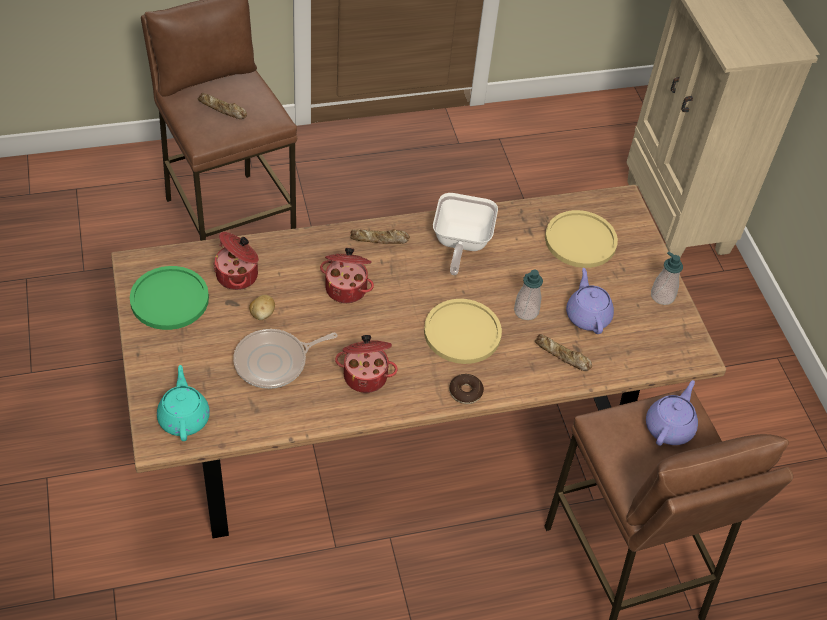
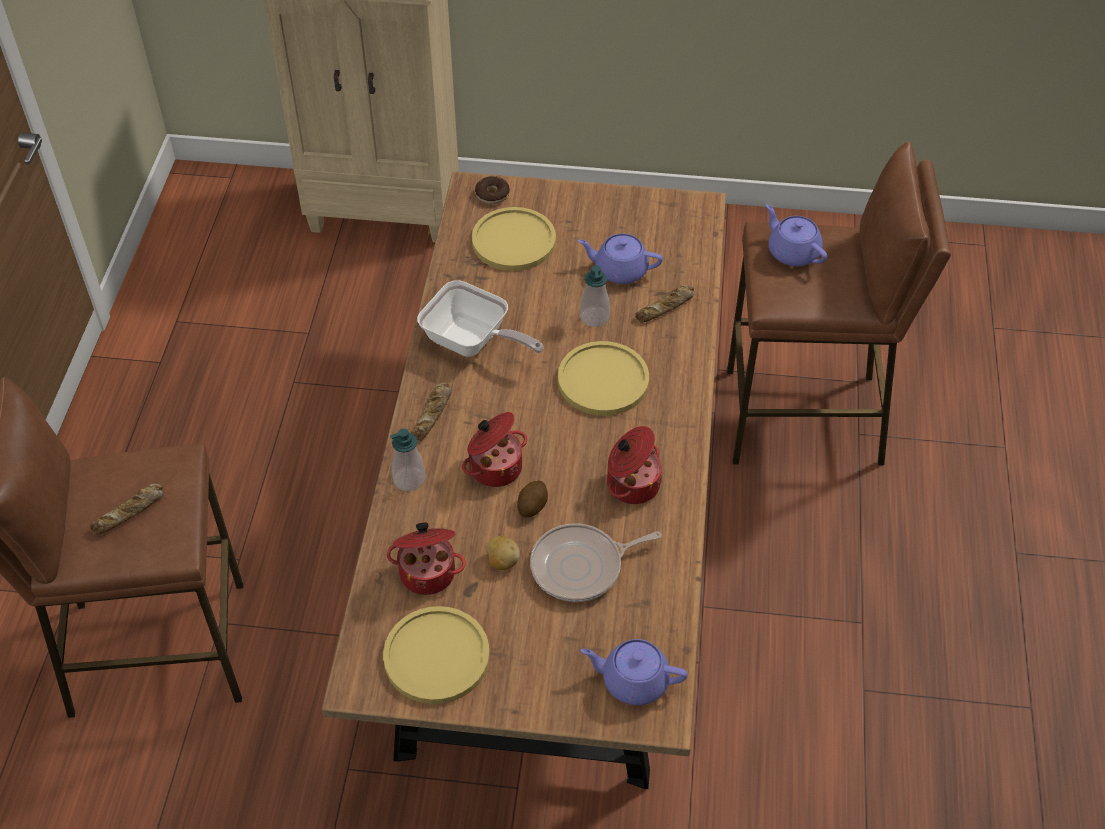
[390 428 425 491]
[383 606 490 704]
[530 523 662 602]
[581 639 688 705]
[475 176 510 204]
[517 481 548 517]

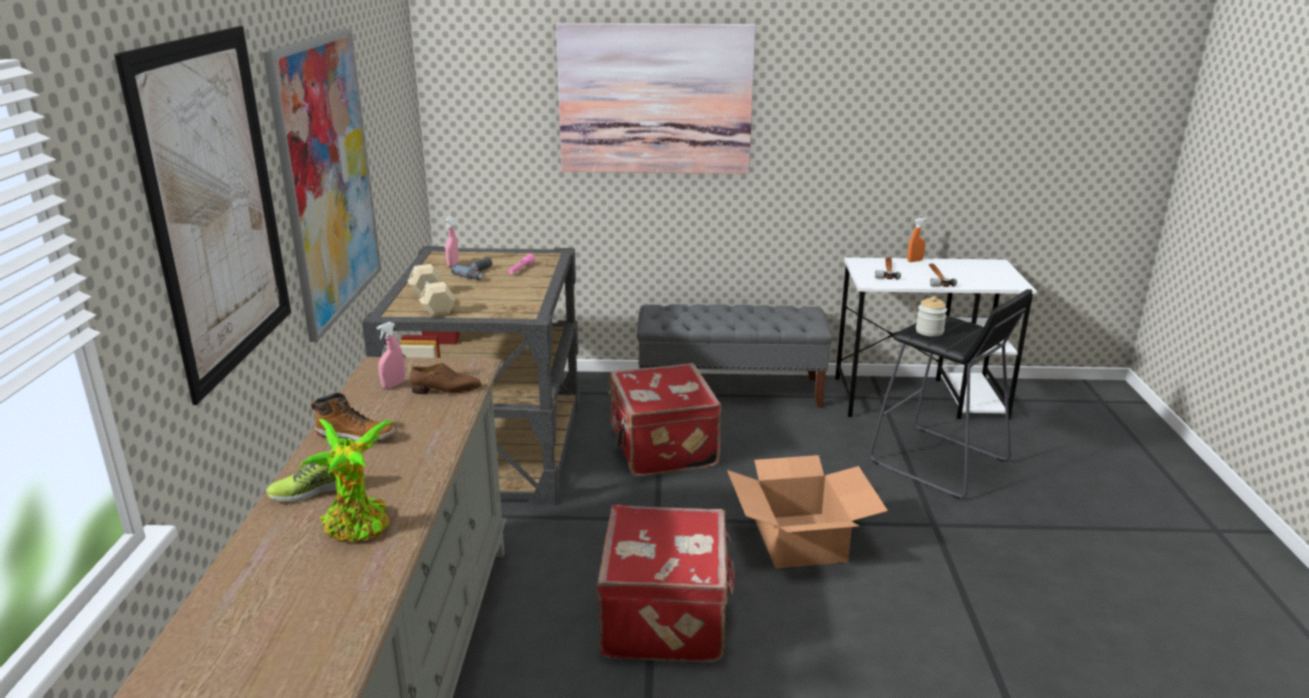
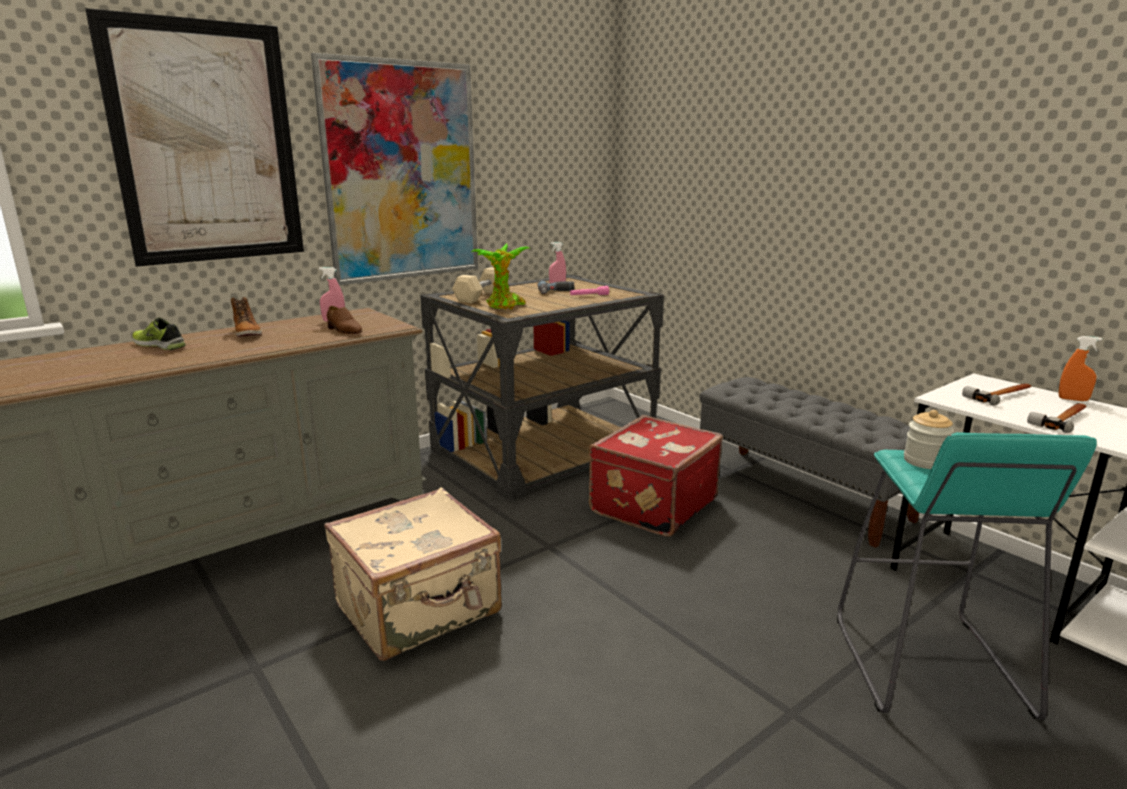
[556 23 756 174] (first image)
[837 432 1097 720]
[471 243 529 310]
[727 455 888 569] (first image)
[324 487 502 661]

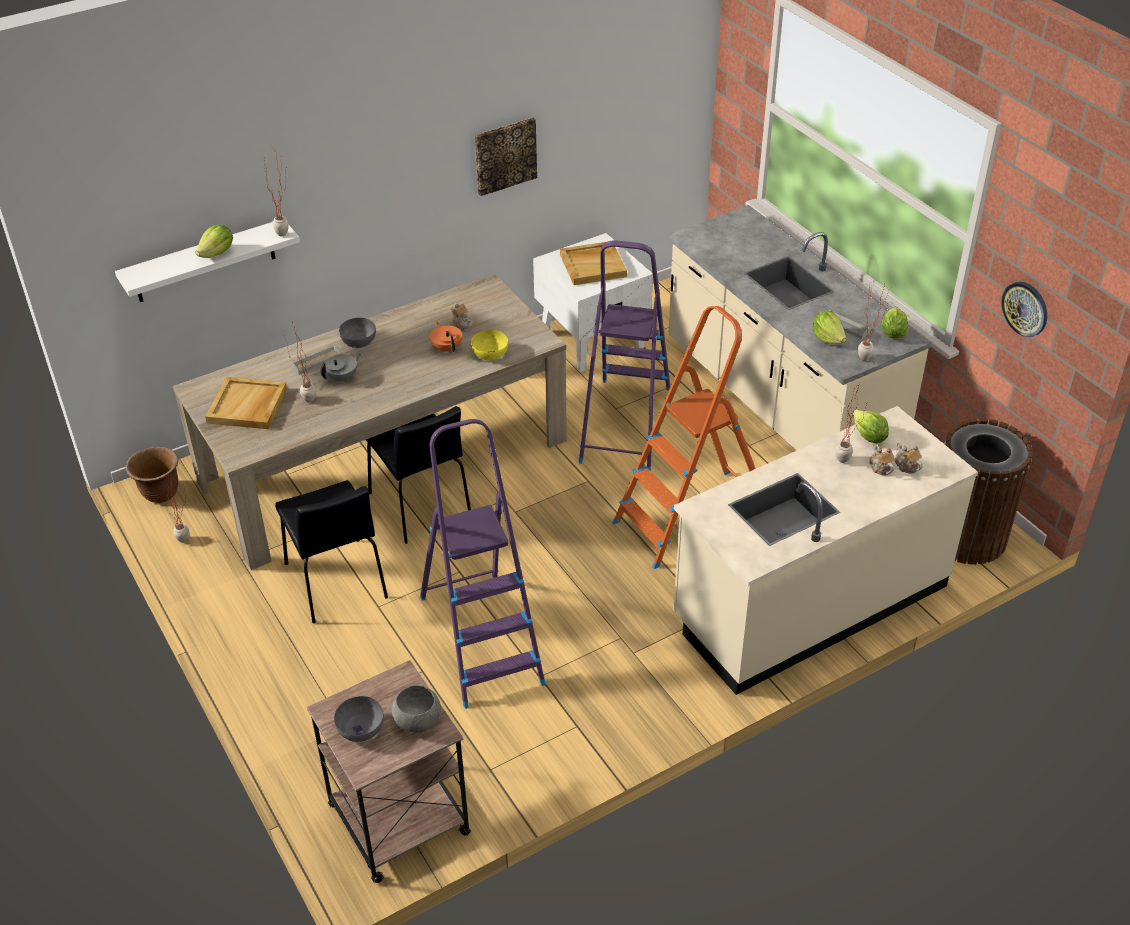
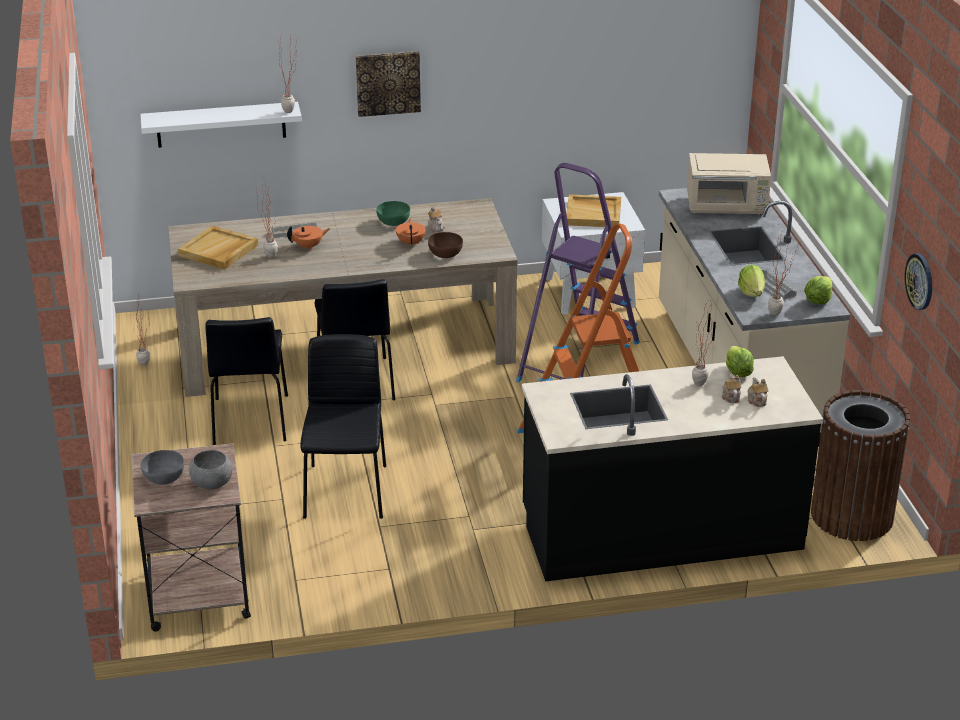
[356 51 421 117]
[196 225 233 258] (first image)
[339 318 376 348] (first image)
[428 232 463 258]
[287 226 330 250]
[522 356 823 582]
[300 334 386 519]
[126 446 178 503] (first image)
[687 153 771 215]
[376 201 410 226]

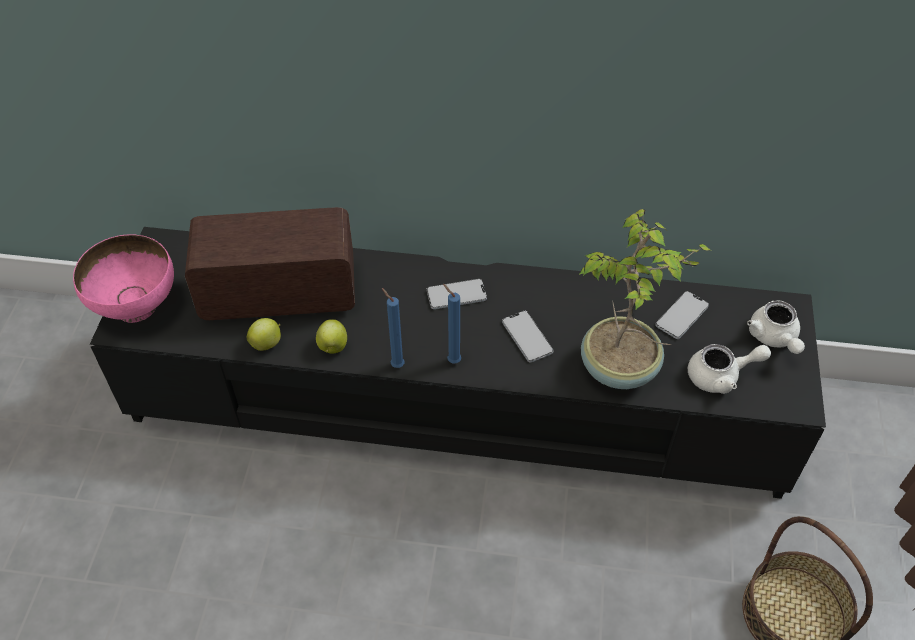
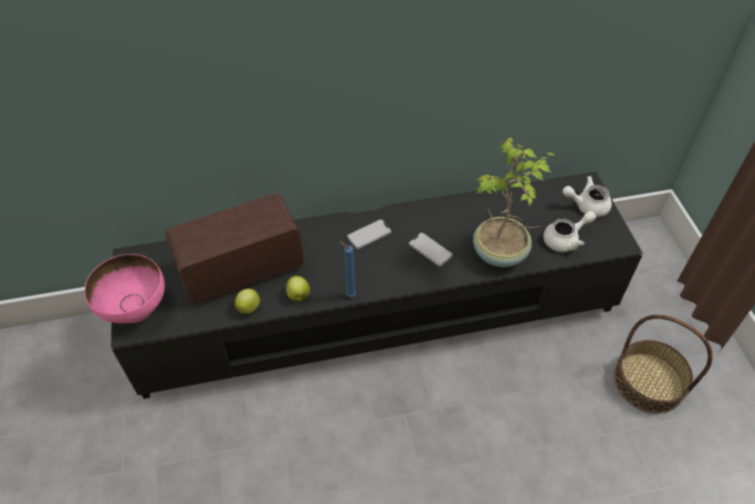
[443 284 461 364] (first image)
[655 291 709 339] (first image)
[562 176 612 217]

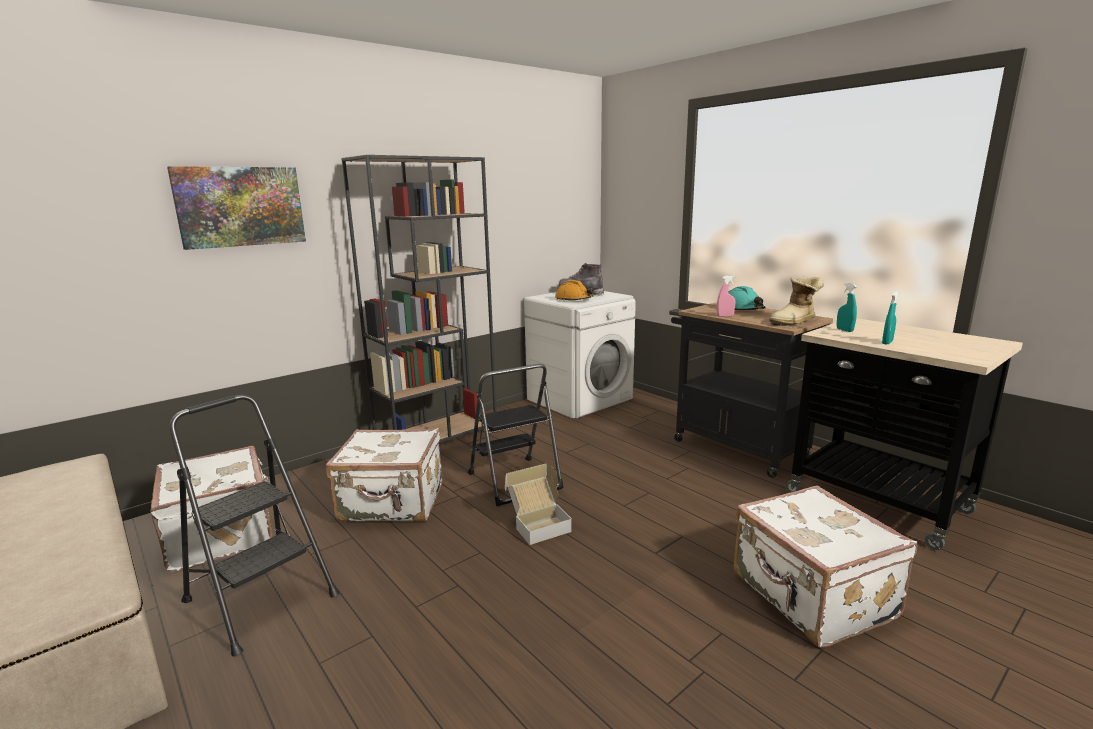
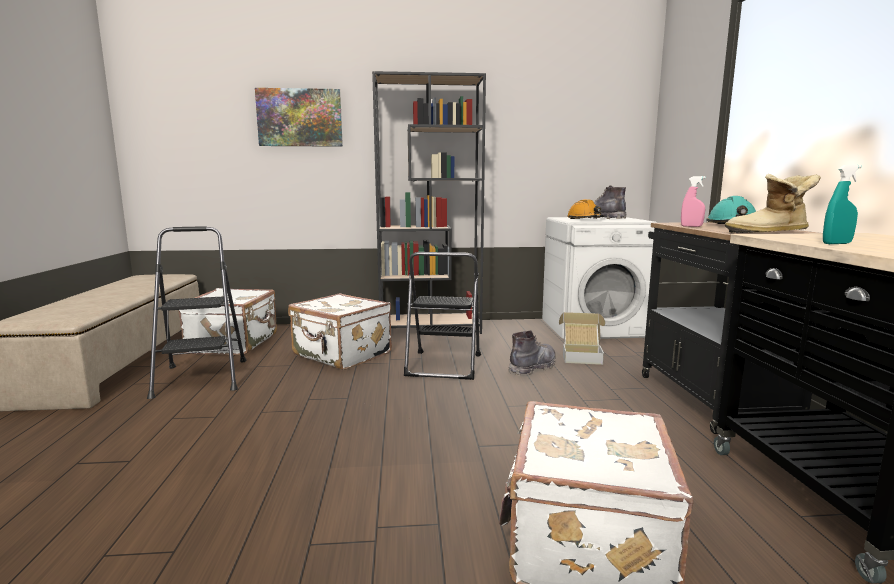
[837 283 857 332] (first image)
[559 312 605 365]
[508 330 555 376]

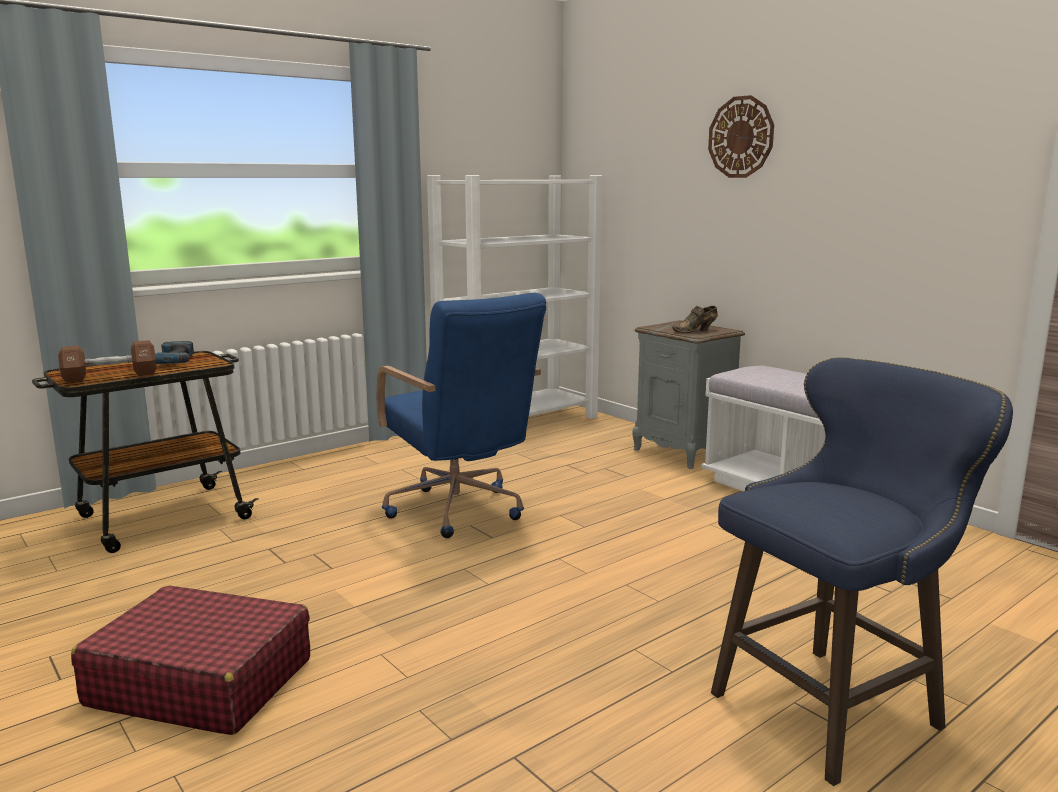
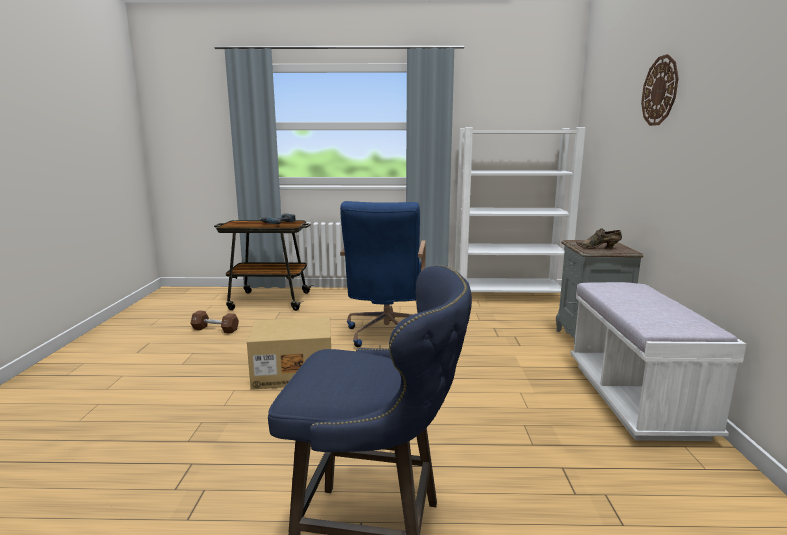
[190 310 239 333]
[71 585 310 735] (first image)
[247 317 331 390]

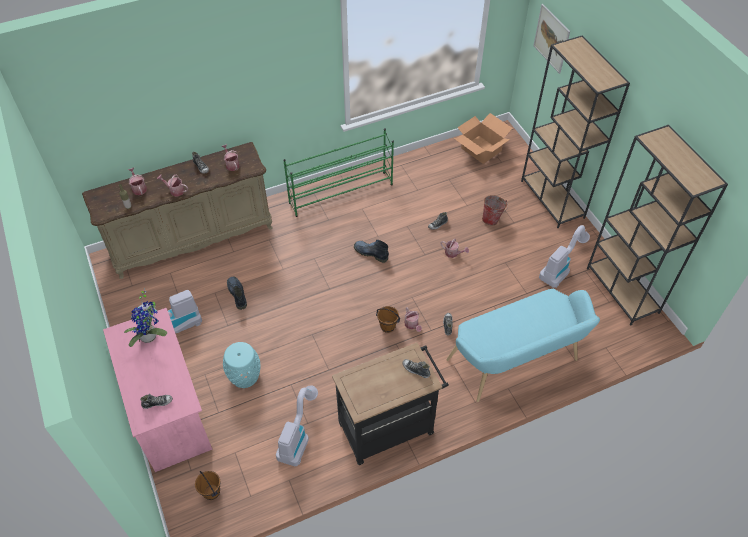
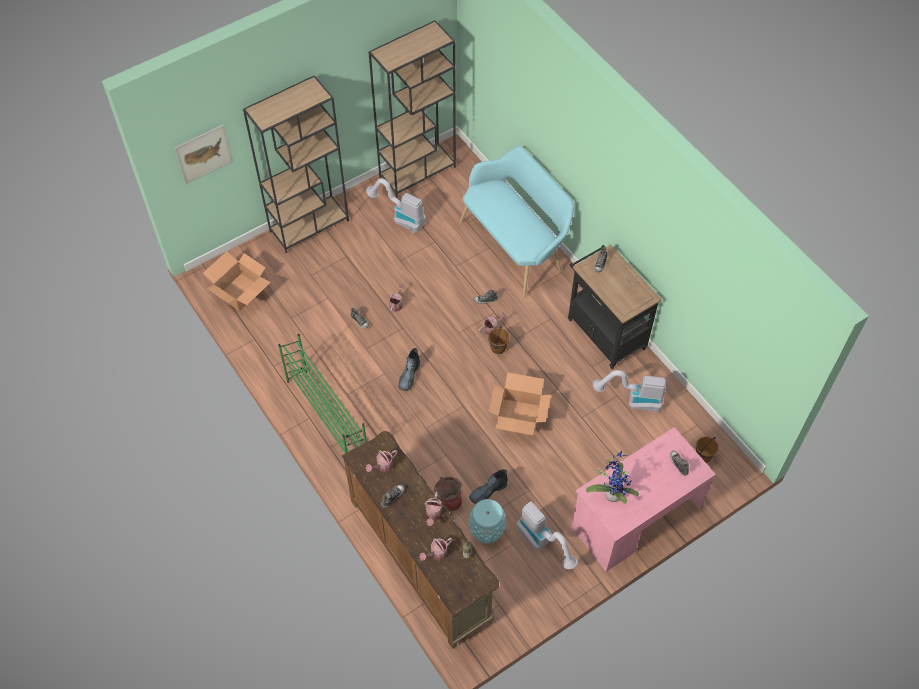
[434 476 463 511]
[469 499 506 544]
[488 372 551 435]

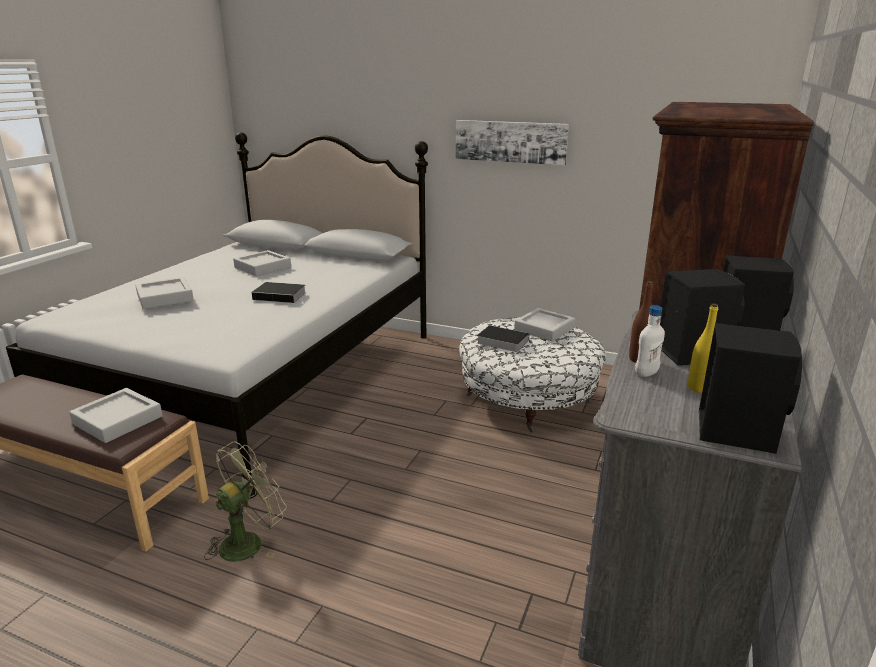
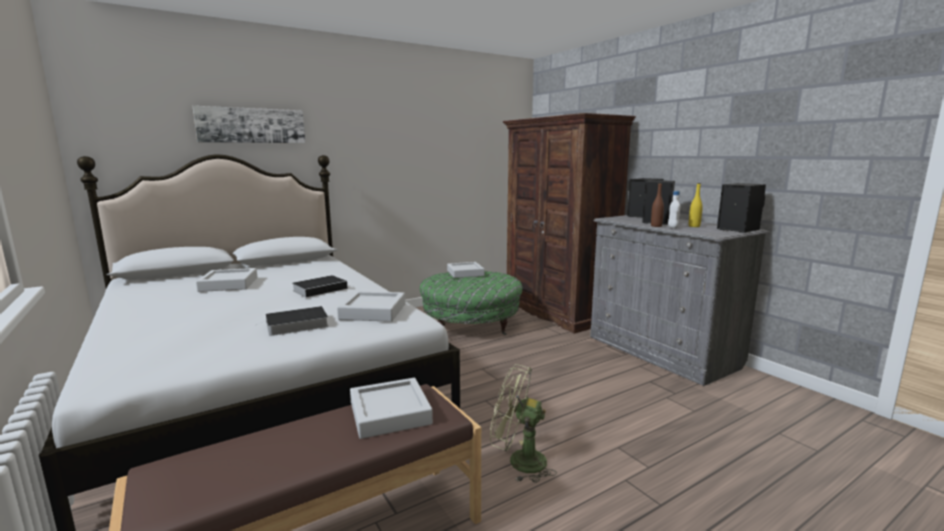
[193 106 305 143]
[337 291 405 322]
[420 271 522 335]
[257 306 329 336]
[490 364 557 483]

